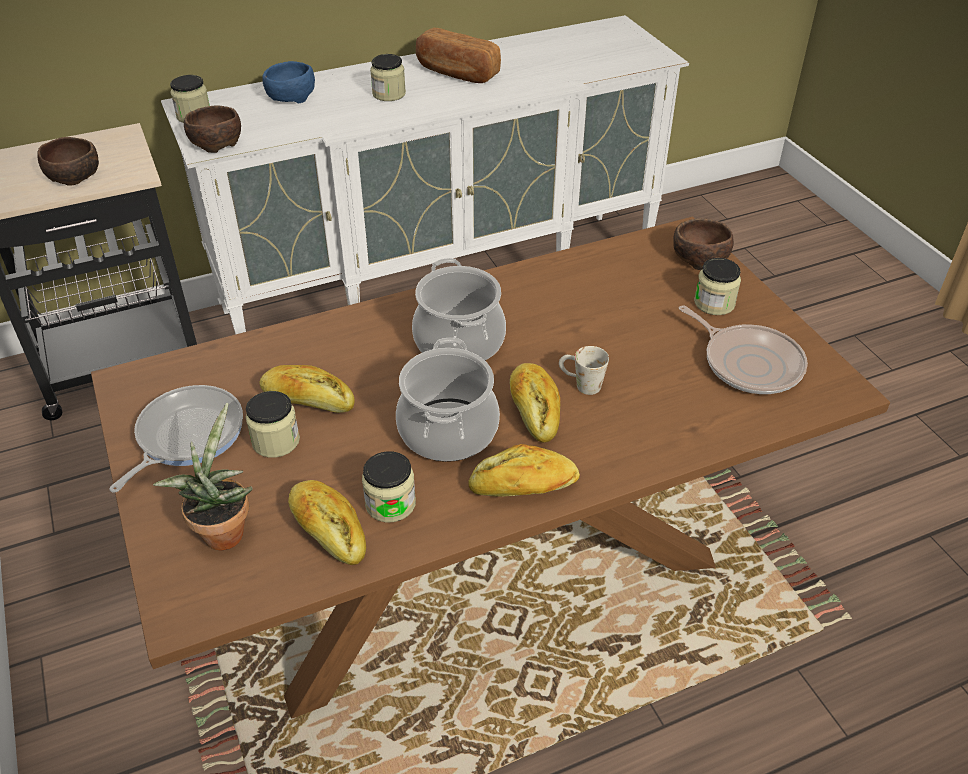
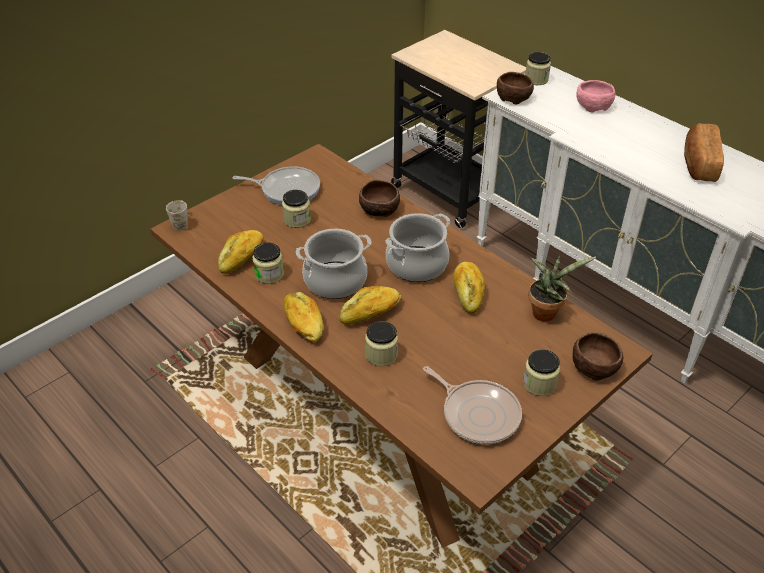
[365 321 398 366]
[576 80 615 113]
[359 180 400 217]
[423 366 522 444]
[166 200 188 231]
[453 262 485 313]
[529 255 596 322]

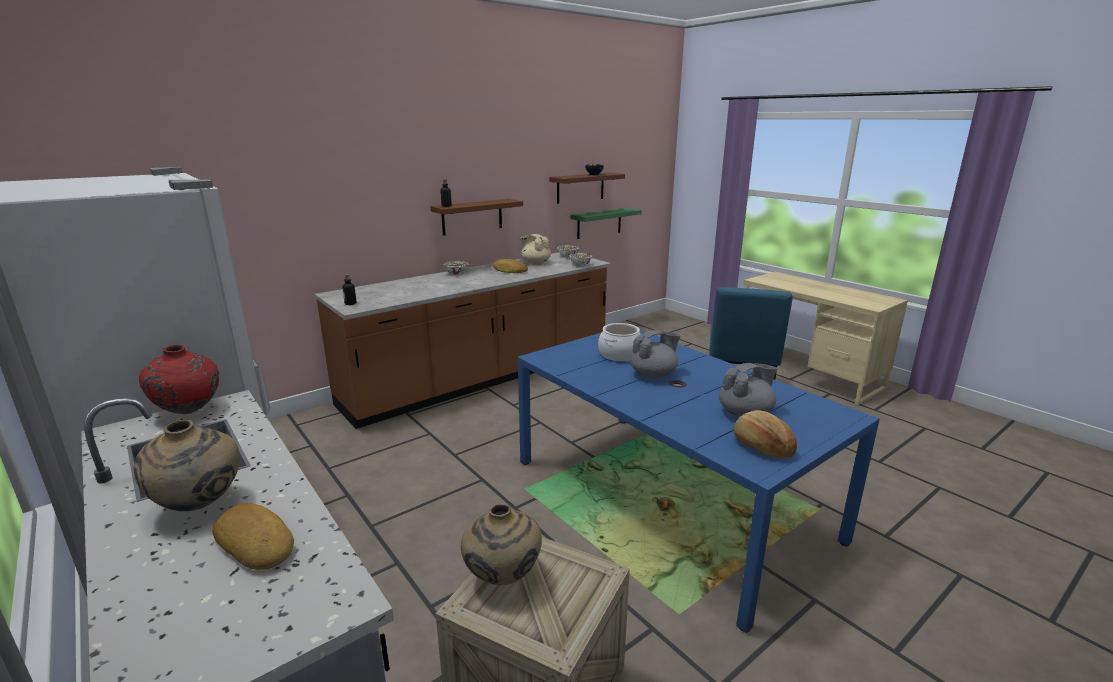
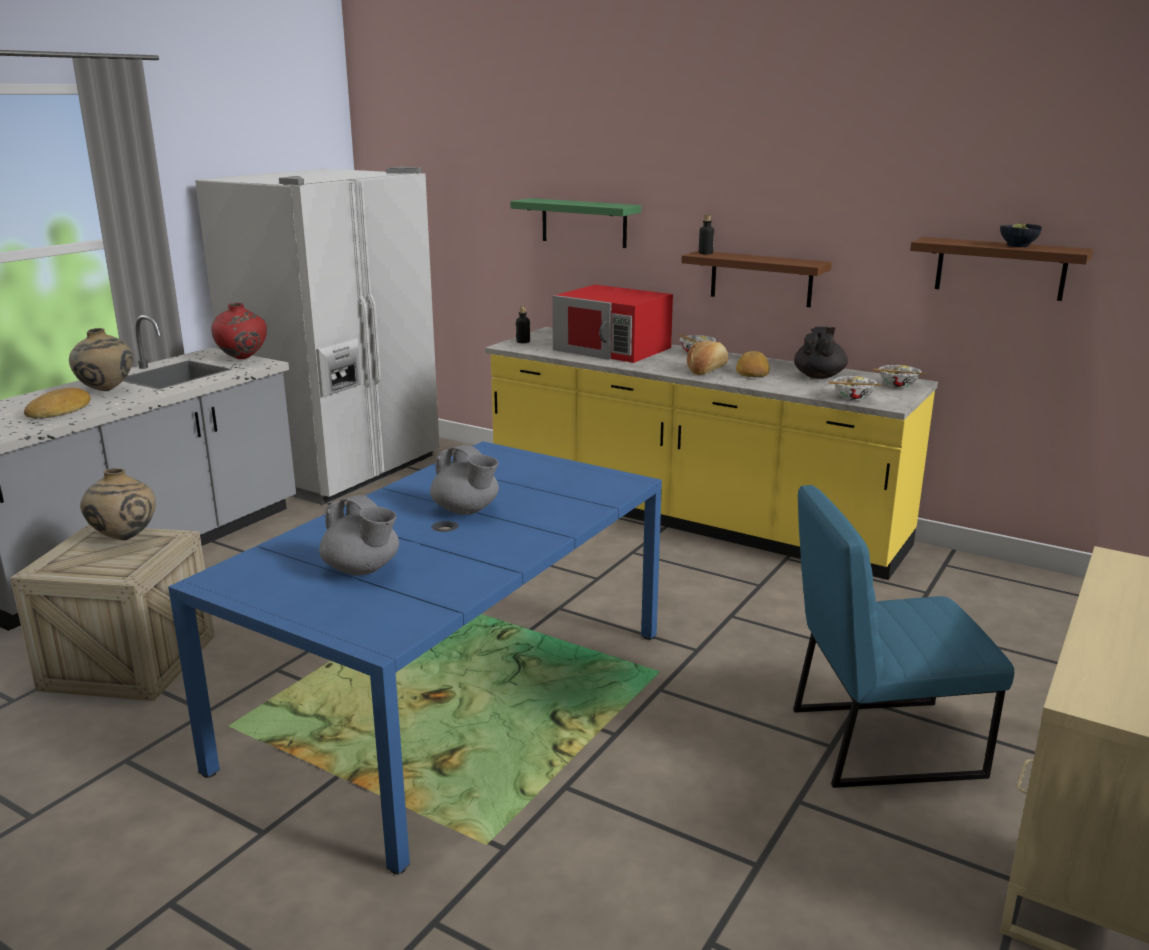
[510 198 641 248]
[794 327 848 379]
[485 327 938 580]
[598 323 640 361] (first image)
[687 341 729 375]
[552 285 673 363]

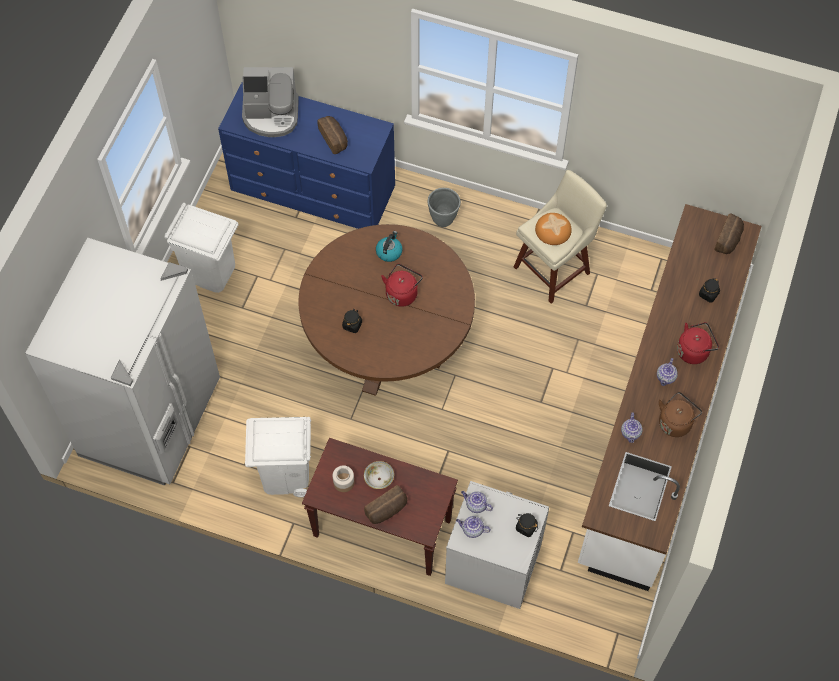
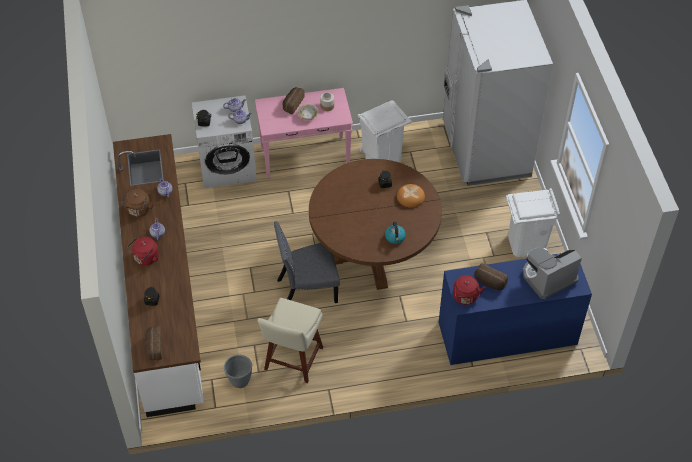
[224 355 252 388]
[397 184 425 208]
[453 275 485 305]
[255 88 353 178]
[274 221 340 303]

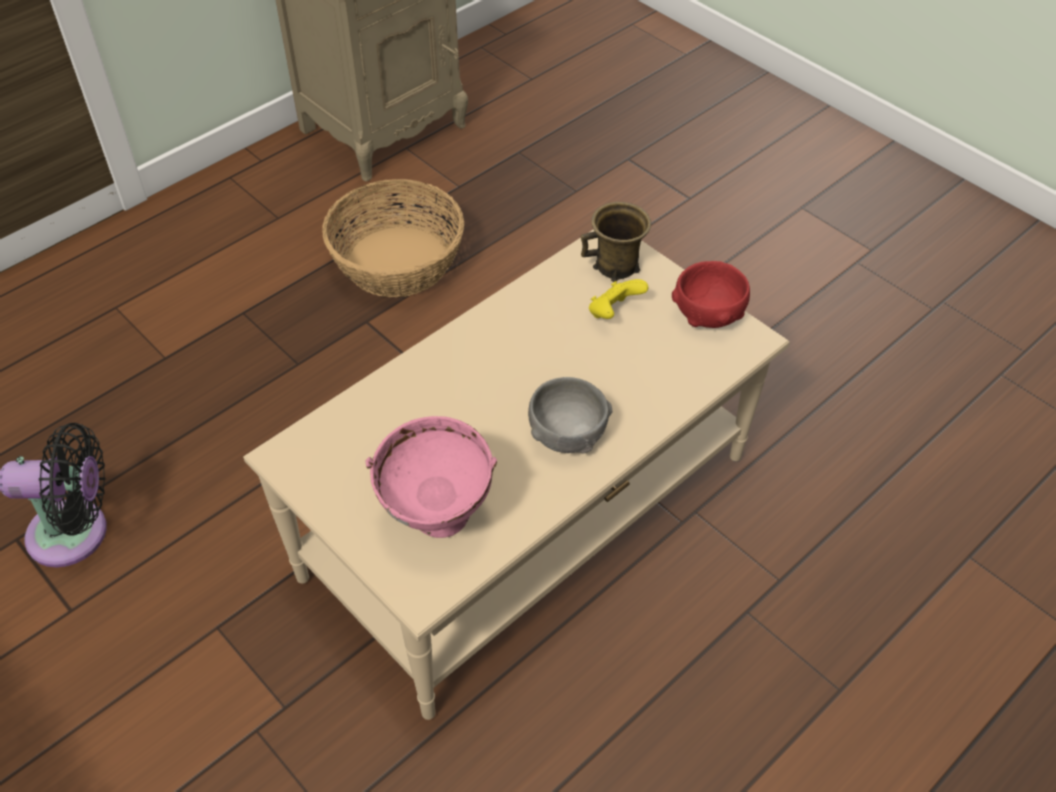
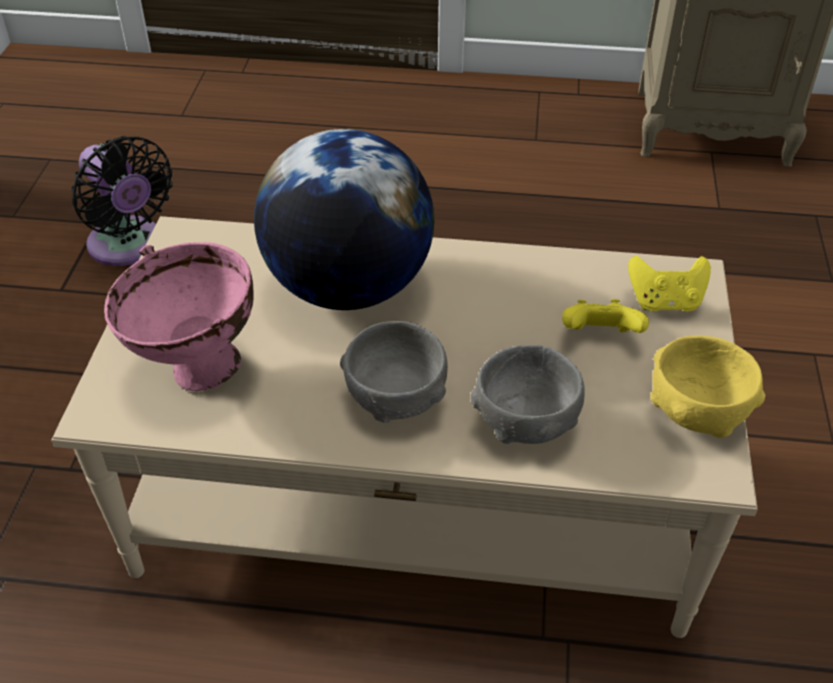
[322 179 464 297] (first image)
[628 256 711 312]
[650 335 765 438]
[254 129 434 310]
[471 345 585 444]

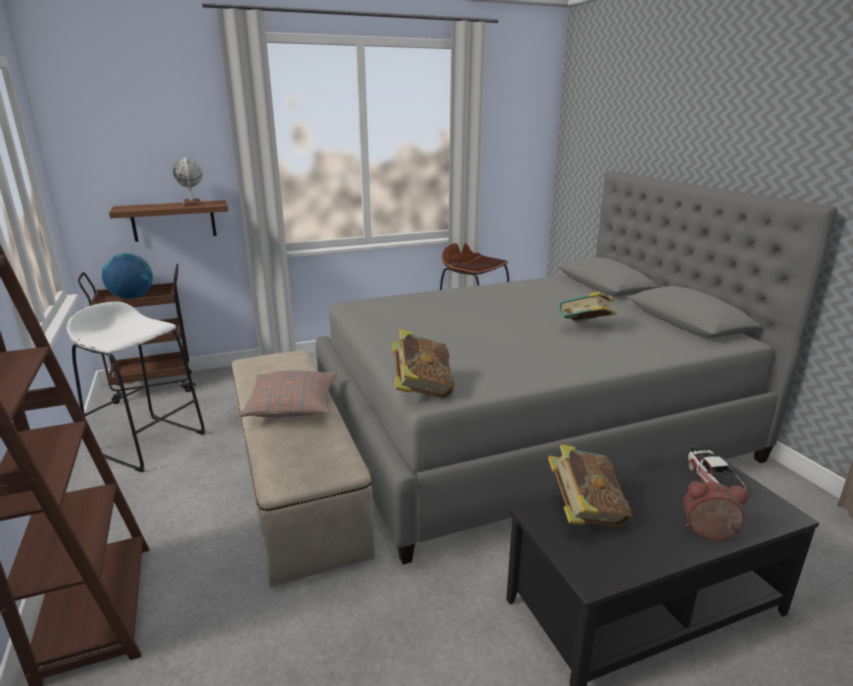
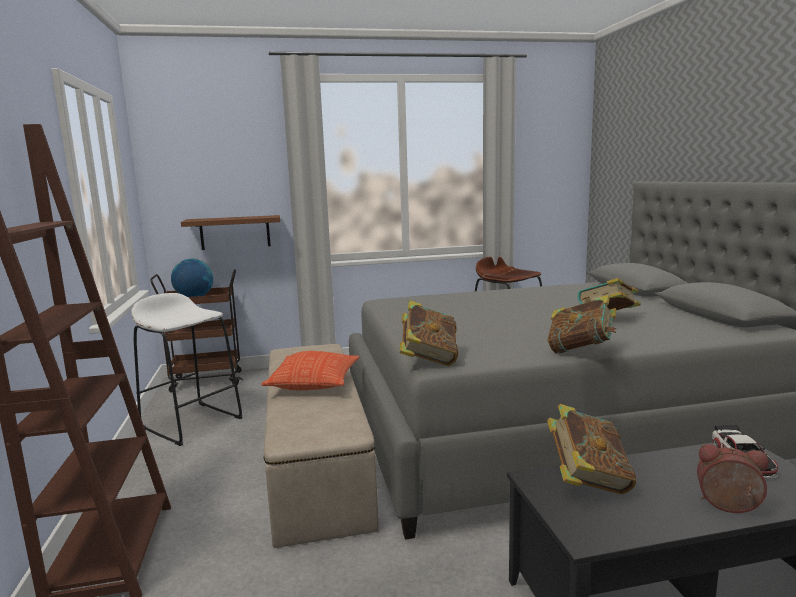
[173 157 202 207] (first image)
[261 351 360 390]
[548 295 617 353]

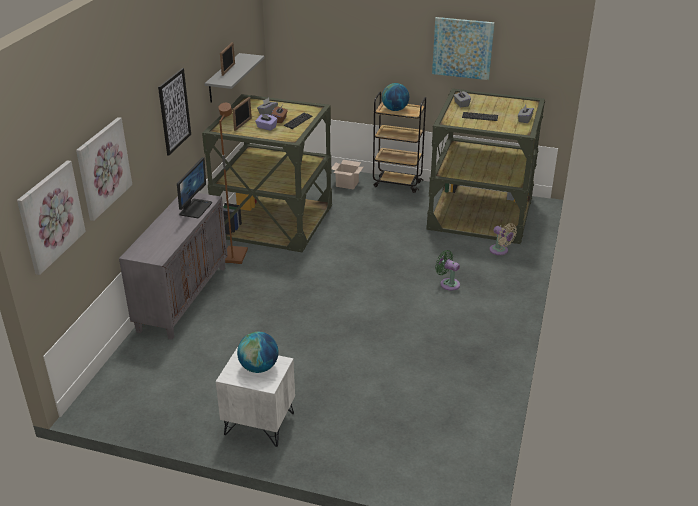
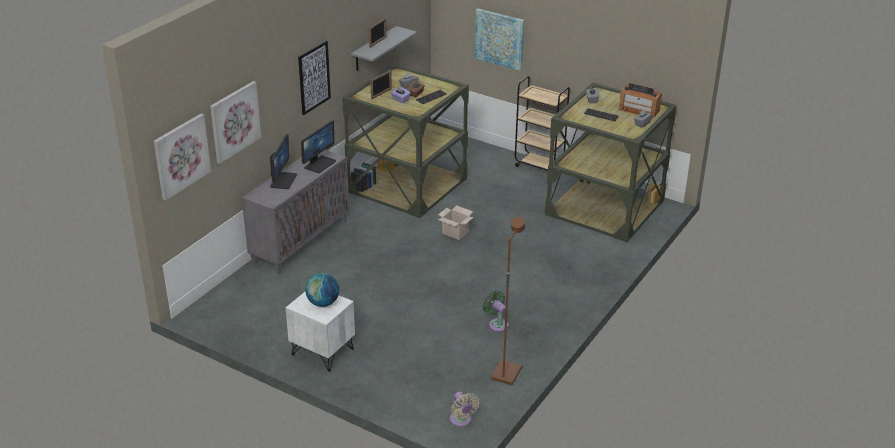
[475 8 524 71]
[382 83 409 111] (first image)
[491 217 525 385]
[438 205 474 240]
[450 392 479 427]
[483 291 509 332]
[619 83 662 118]
[270 134 297 189]

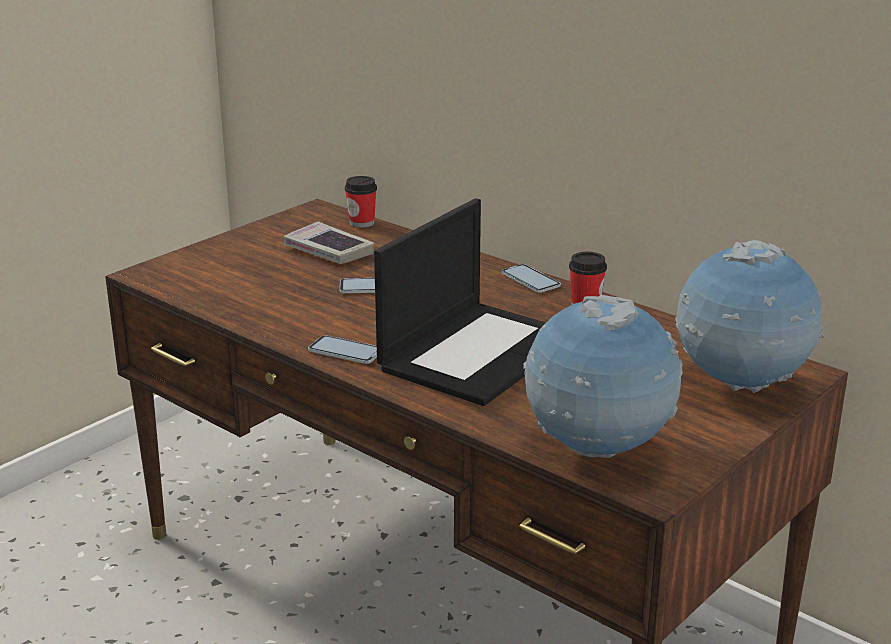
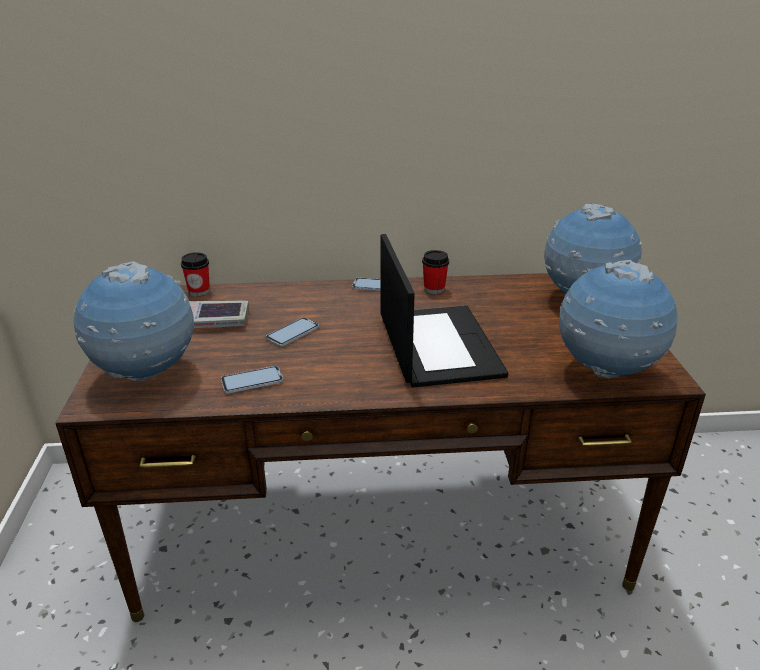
[221 366 283 393]
[73 261 194 381]

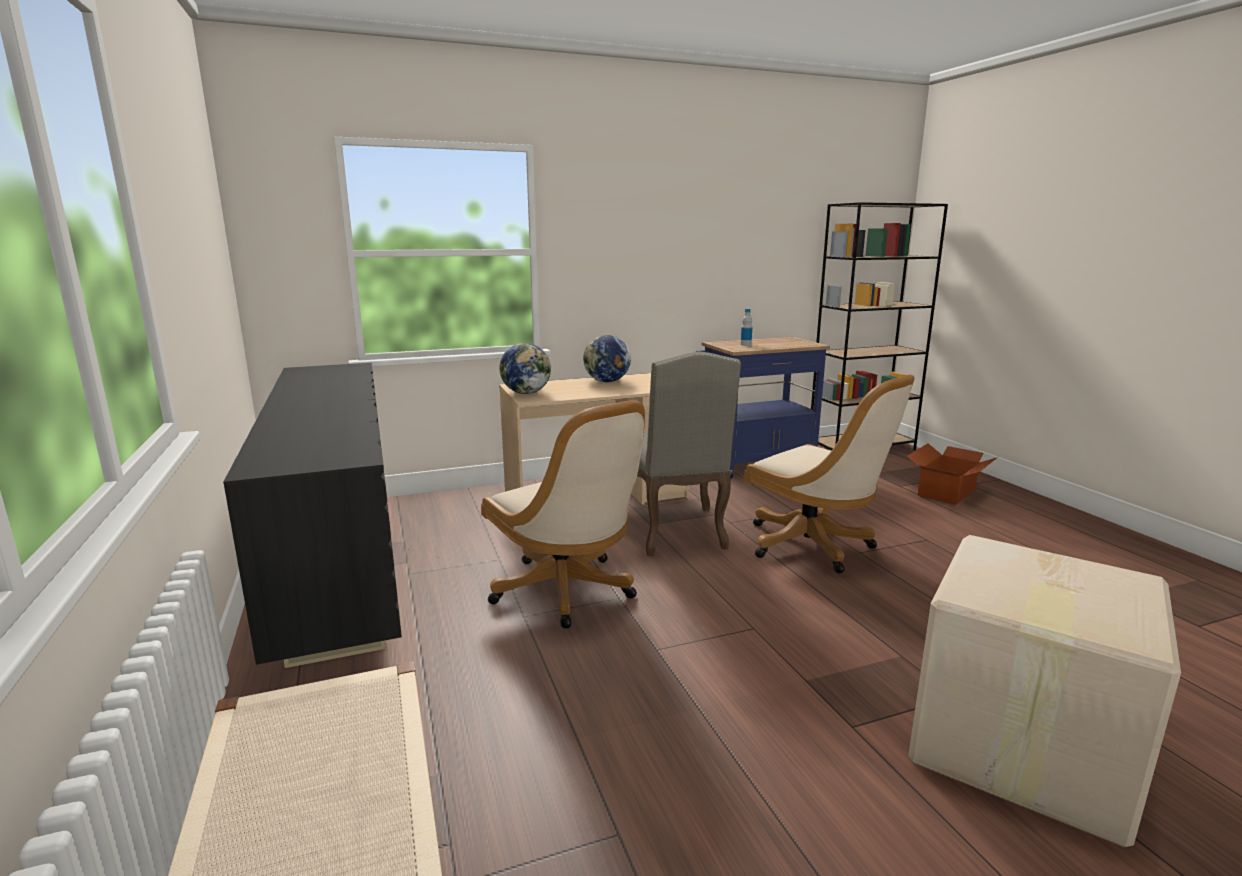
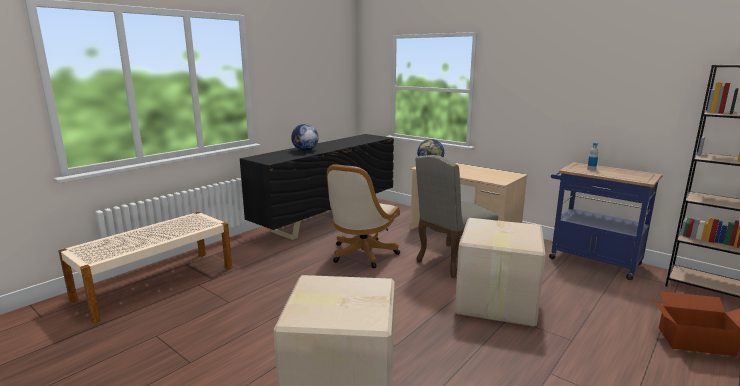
[291 124 319 151]
[455 218 545 327]

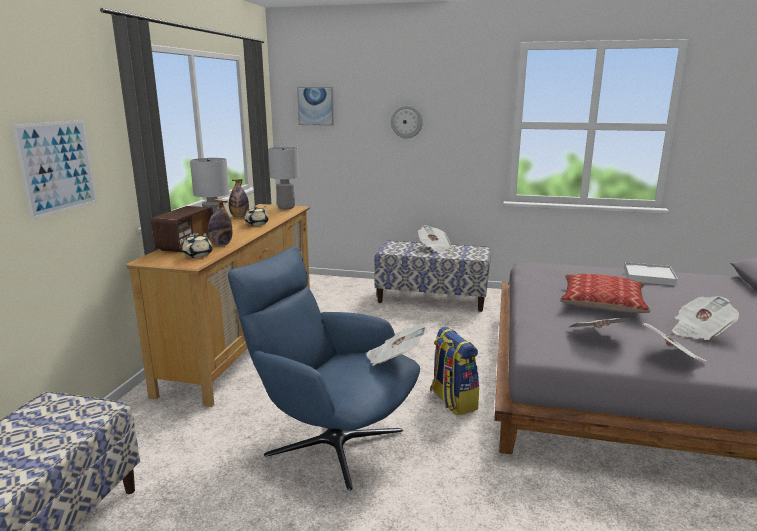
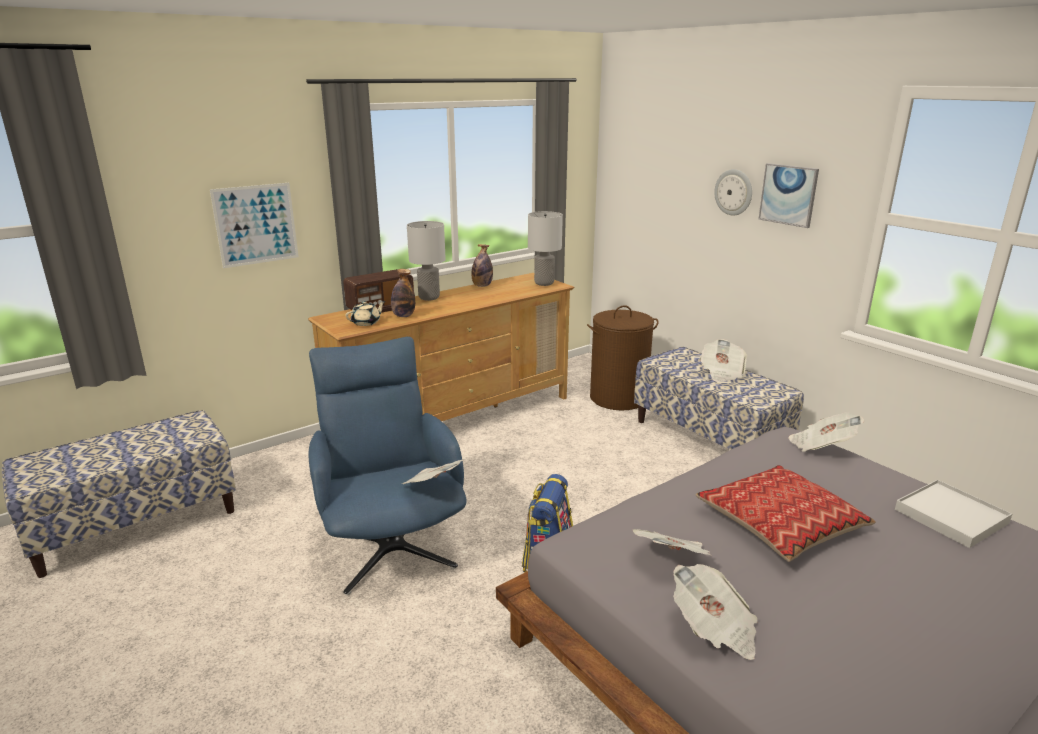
[759 163 819 228]
[245 206 269 226] (first image)
[788 412 864 452]
[587 305 659 410]

